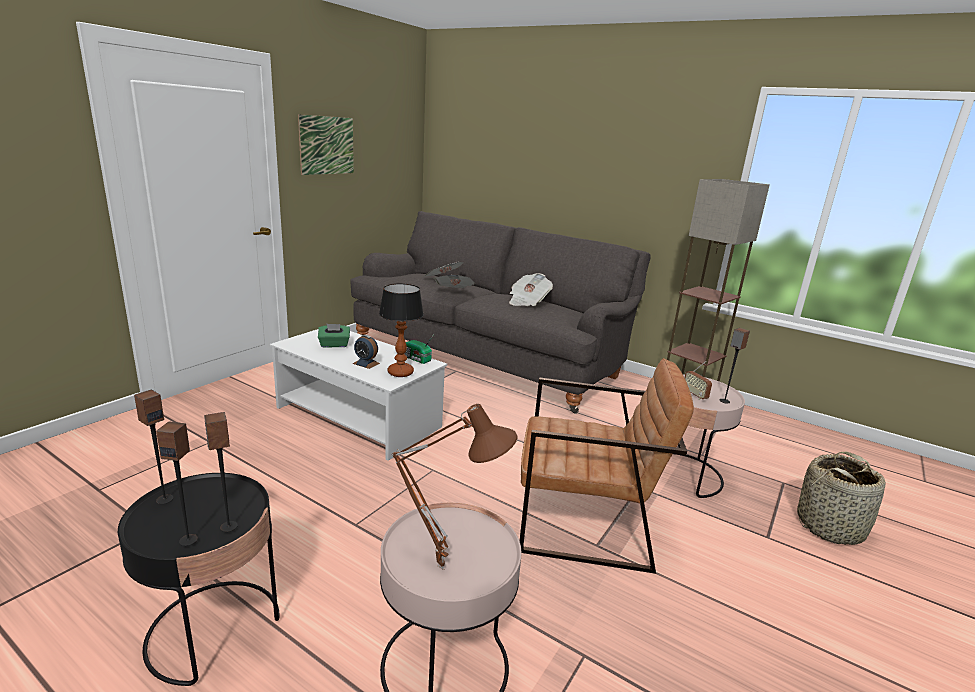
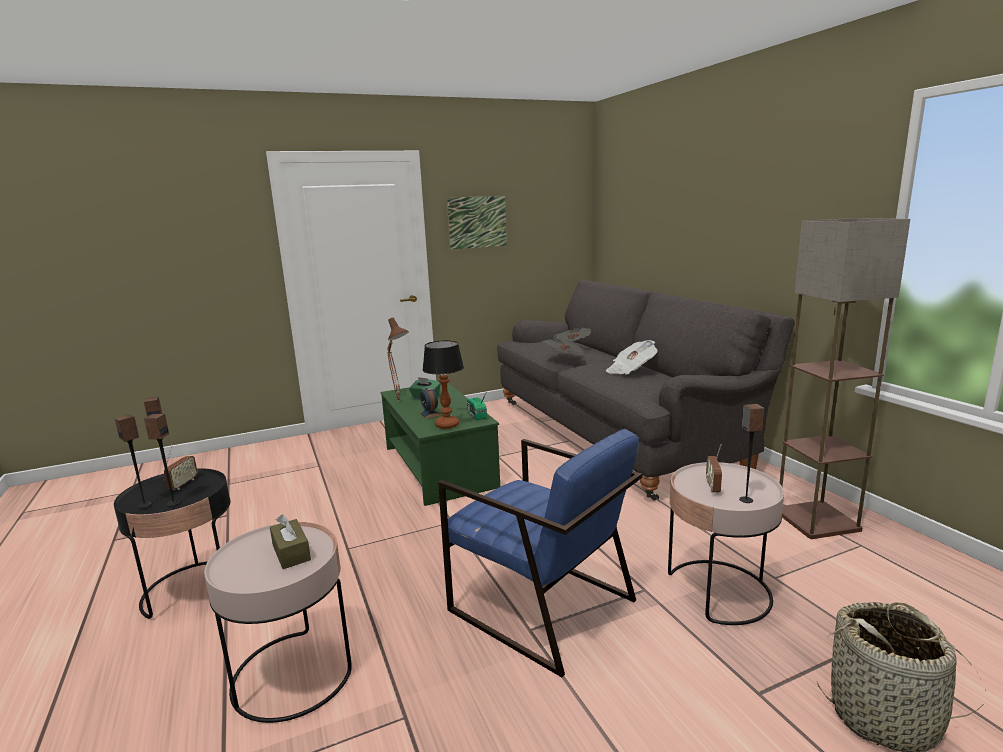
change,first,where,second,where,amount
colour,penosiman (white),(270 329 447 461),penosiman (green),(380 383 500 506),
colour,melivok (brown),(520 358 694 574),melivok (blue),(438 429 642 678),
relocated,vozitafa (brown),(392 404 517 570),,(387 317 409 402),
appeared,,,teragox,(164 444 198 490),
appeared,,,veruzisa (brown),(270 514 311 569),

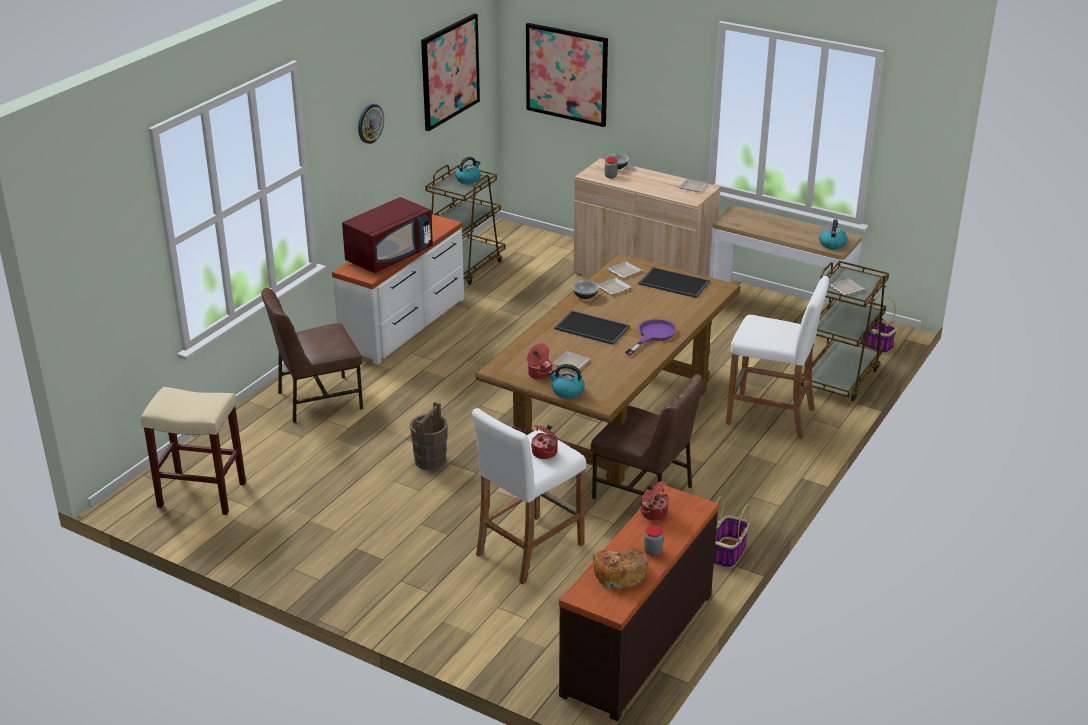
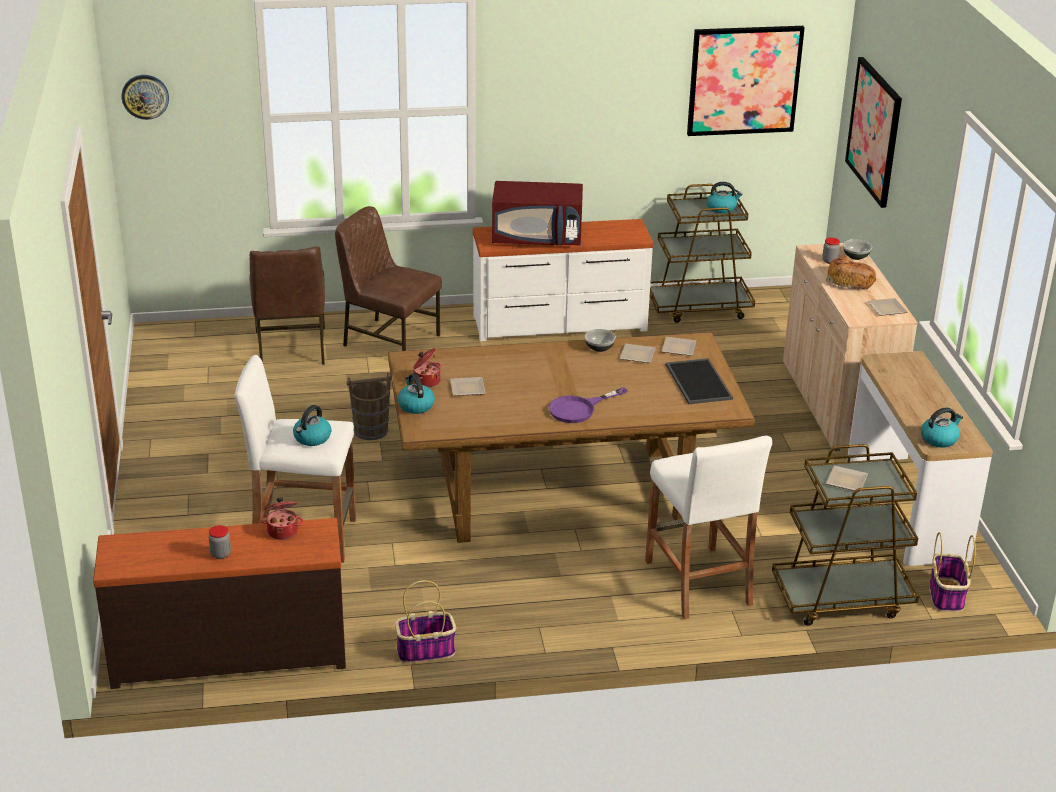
change,first,where,second,where,amount
relocated,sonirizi,(358 104 384 144),,(122 75 169 120),
missing,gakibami,(554 310 630 345),,,
spun,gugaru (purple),(625 319 676 355),,(549 387 628 423),150 degrees clockwise
relocated,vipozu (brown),(591 374 703 499),,(249 246 325 365),
missing,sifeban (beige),(141 387 246 515),,,
exchanged,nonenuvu,(531 425 559 459),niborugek,(293 405 331 446),
relocated,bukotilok,(593 548 648 589),,(826 257 876 289),

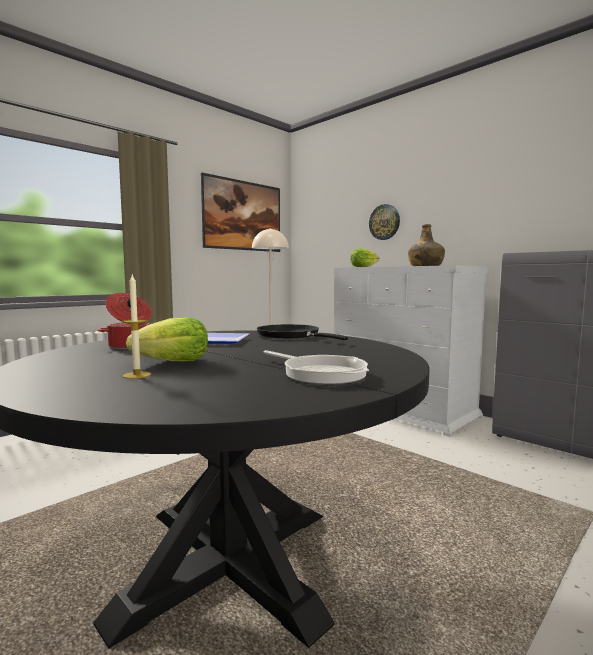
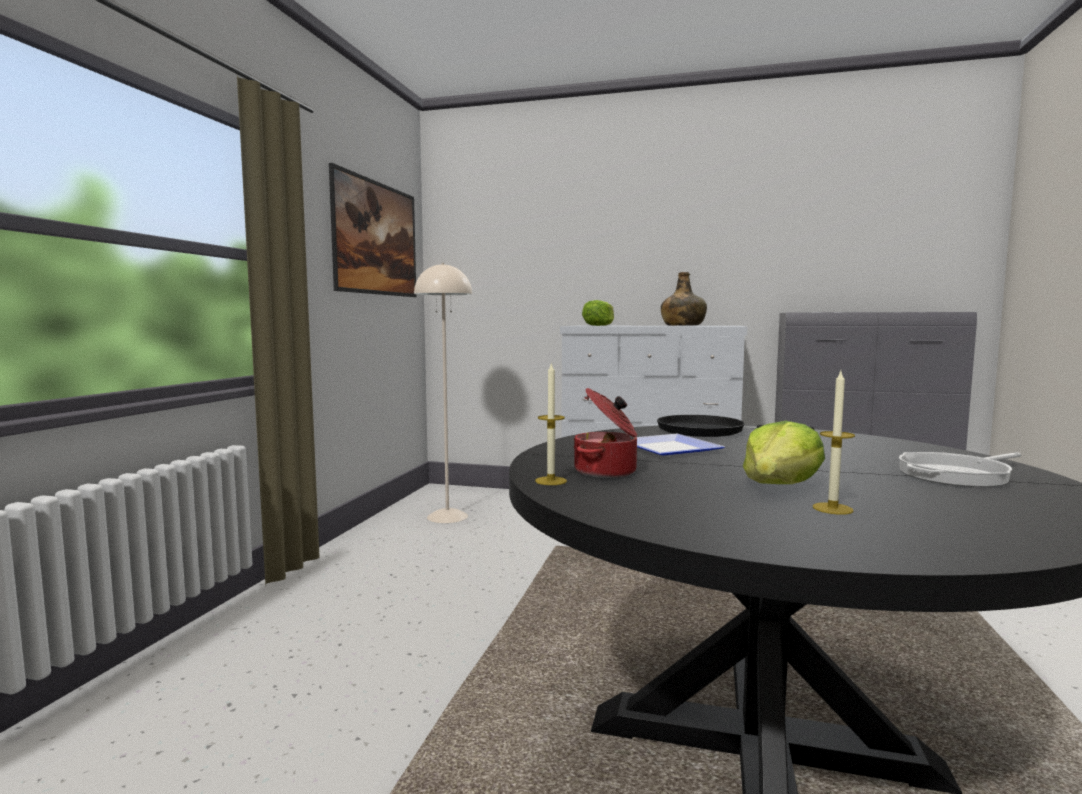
change,first,where,second,where,amount
missing,sonirizi,(369 204 400 240),,,
spun,gugaru,(263 350 369 385),,(899 452 1022 487),135 degrees clockwise
appeared,,,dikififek,(535 362 567 485),

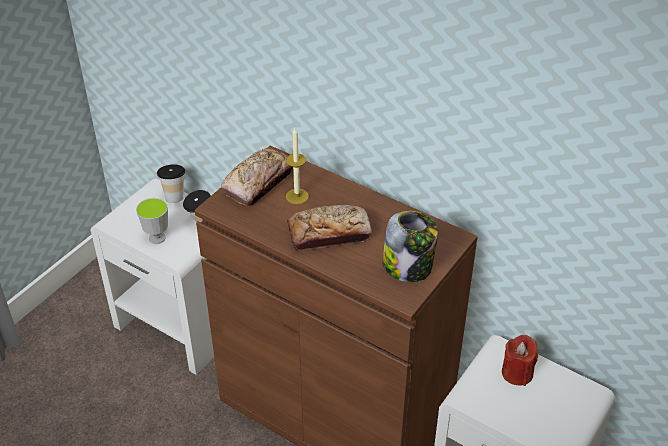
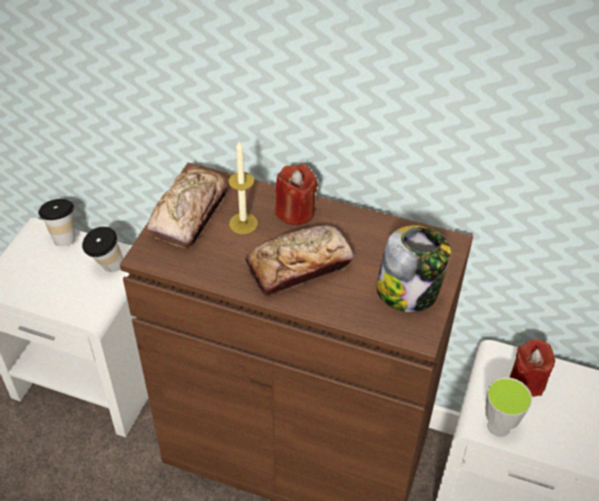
change,first,where,second,where,amount
relocated,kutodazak,(136 198 168 244),,(485 377 532 437),
appeared,,,dikififek (red),(275 164 318 225),

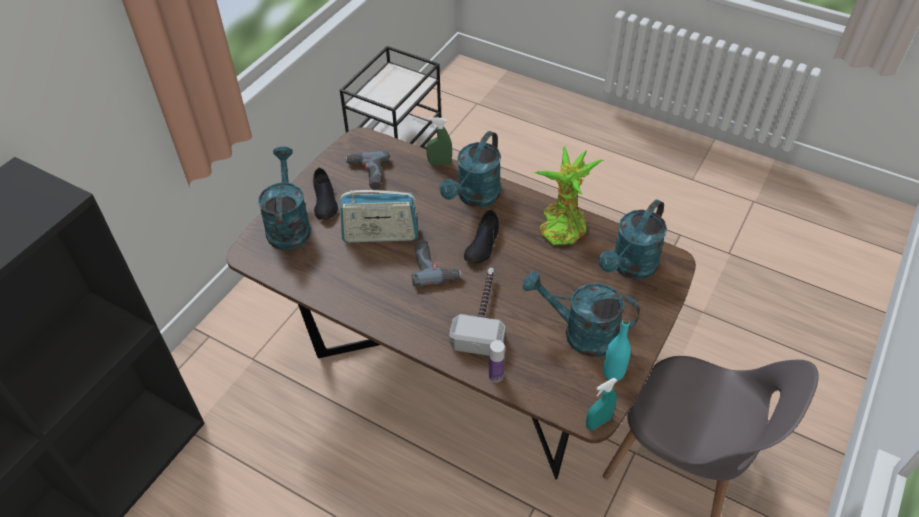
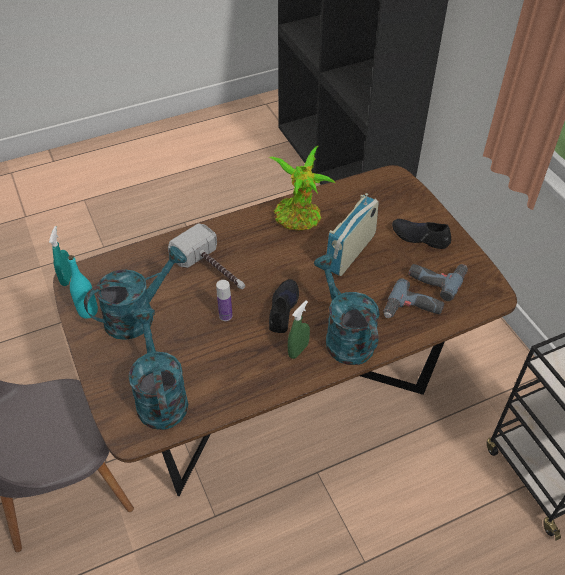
change,first,where,second,where,amount
relocated,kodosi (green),(426 117 452 165),,(288 300 310 359),
missing,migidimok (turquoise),(258 146 311 250),,,
relocated,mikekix,(532 146 604 245),,(269 146 335 231),
spun,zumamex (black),(464 209 499 263),,(269 279 299 333),45 degrees clockwise
relocated,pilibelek,(411 240 462 287),,(383 278 444 318),
relocated,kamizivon,(489 340 505 383),,(216 280 233 321),

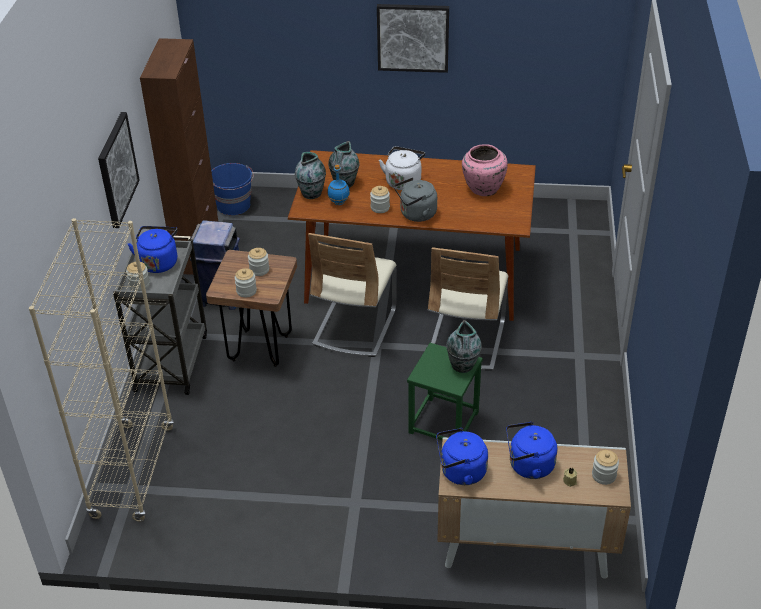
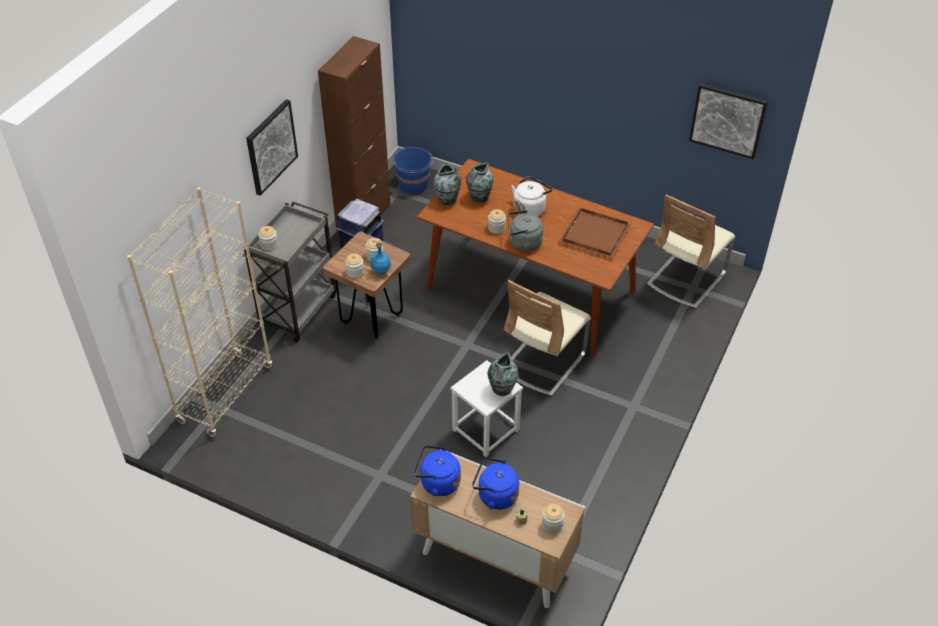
change,first,where,second,where,amount
relocated,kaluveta,(377 4 449 73),,(689 83 768 159),
exchanged,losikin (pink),(462 144 508 196),gakibami (brown),(559 208 632 259),
relocated,kamizivon (blue),(327 165 350 205),,(370 241 391 275),
missing,niborugek (blue),(128 226 178 273),,,
relocated,vipozu (beige),(308 233 396 357),,(647 194 735 309),
colour,sifeban (green),(407 343 483 440),sifeban (white),(451 360 523 457),

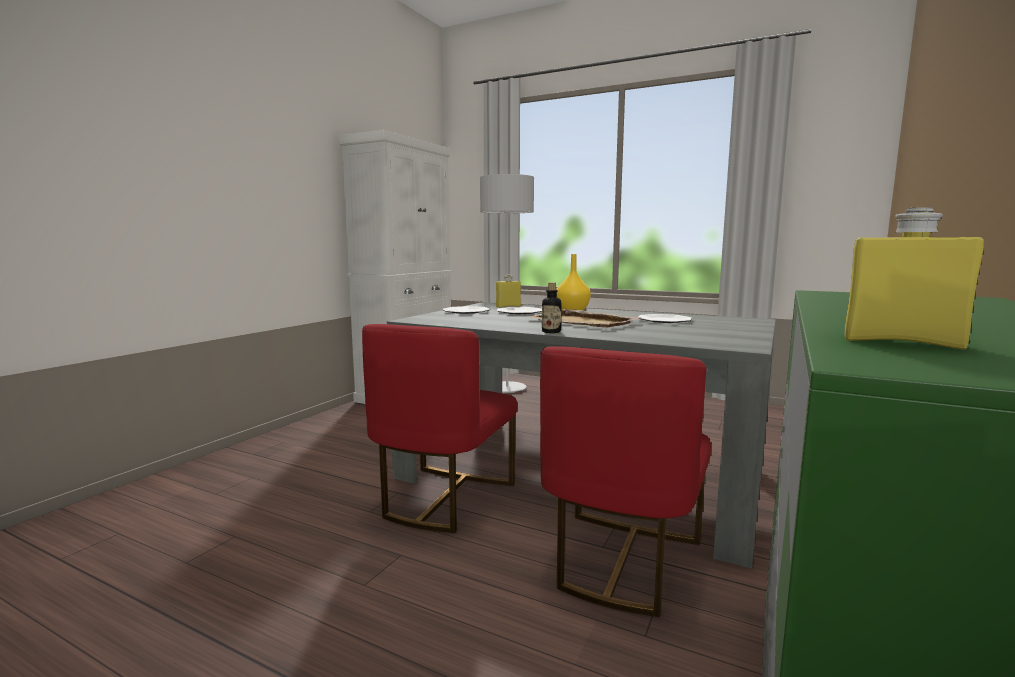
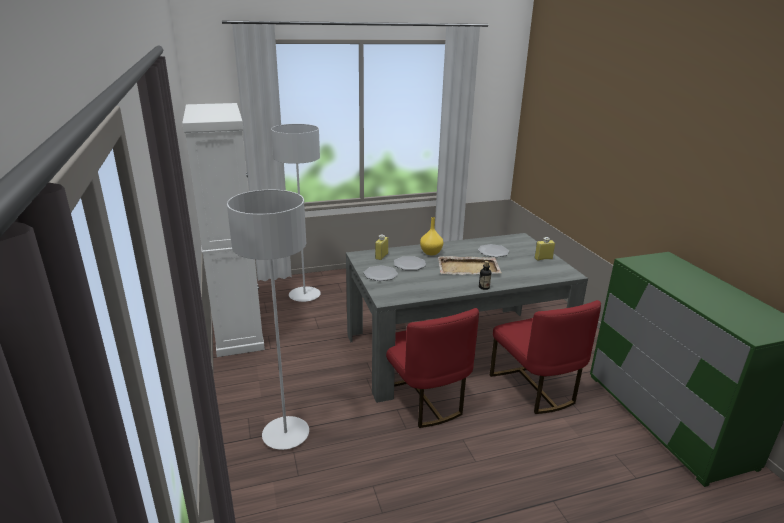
change,first,where,second,where,amount
relocated,kamizivon (yellow),(844 207 984 349),,(535 237 555 261),
appeared,,,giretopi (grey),(227 190 309 450),

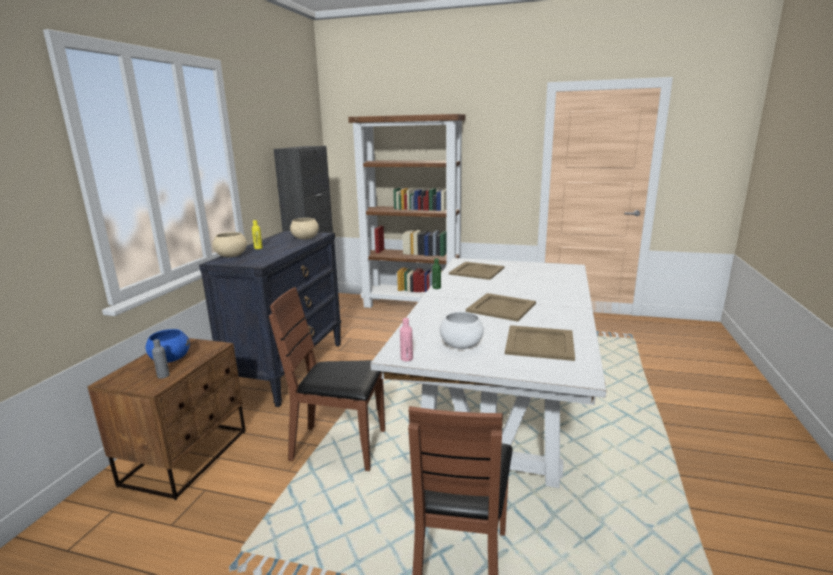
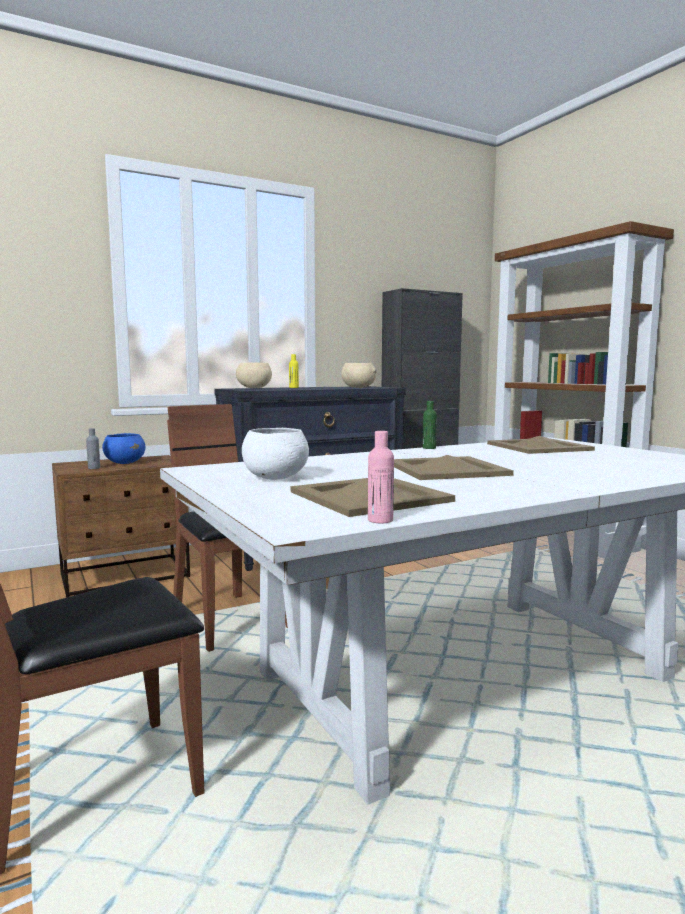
change,first,where,second,where,amount
relocated,kamizivon (pink),(400 318 413 361),,(368 431 394 523),

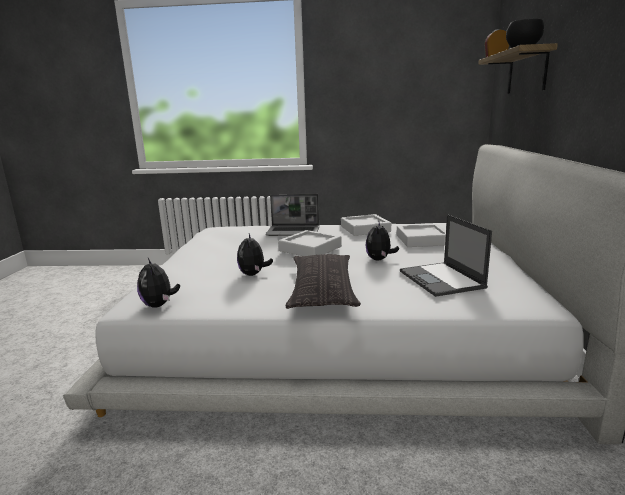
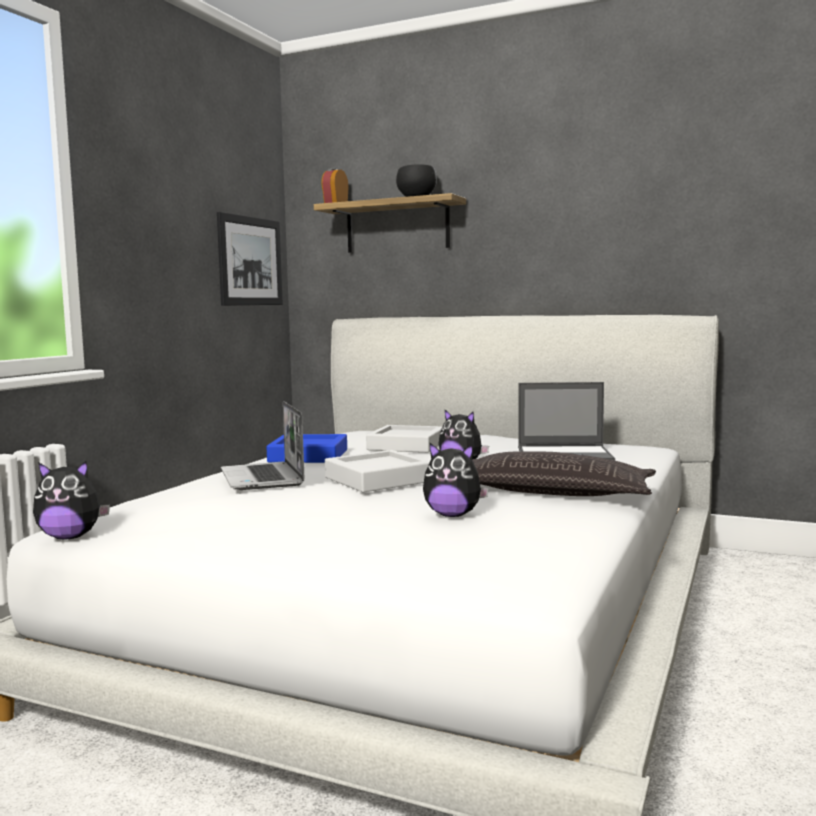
change,first,where,second,where,amount
spun,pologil,(266 194 319 236),,(221 401 304 490),135 degrees clockwise
colour,gakibami (grey),(341 214 391 236),gakibami (blue),(267 434 347 463),
relocated,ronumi,(137 258 180 308),,(33 461 110 540),
appeared,,,kaluveta,(217 212 283 306),

